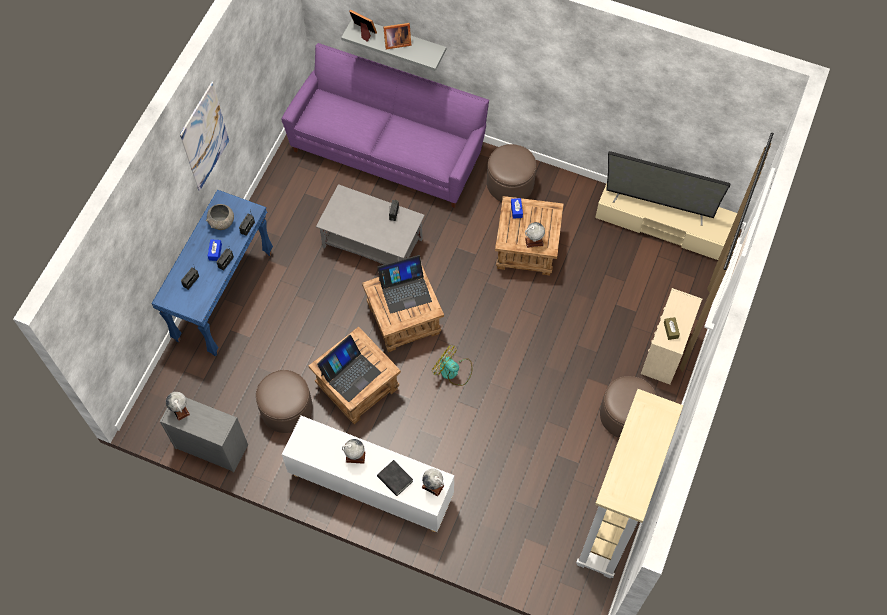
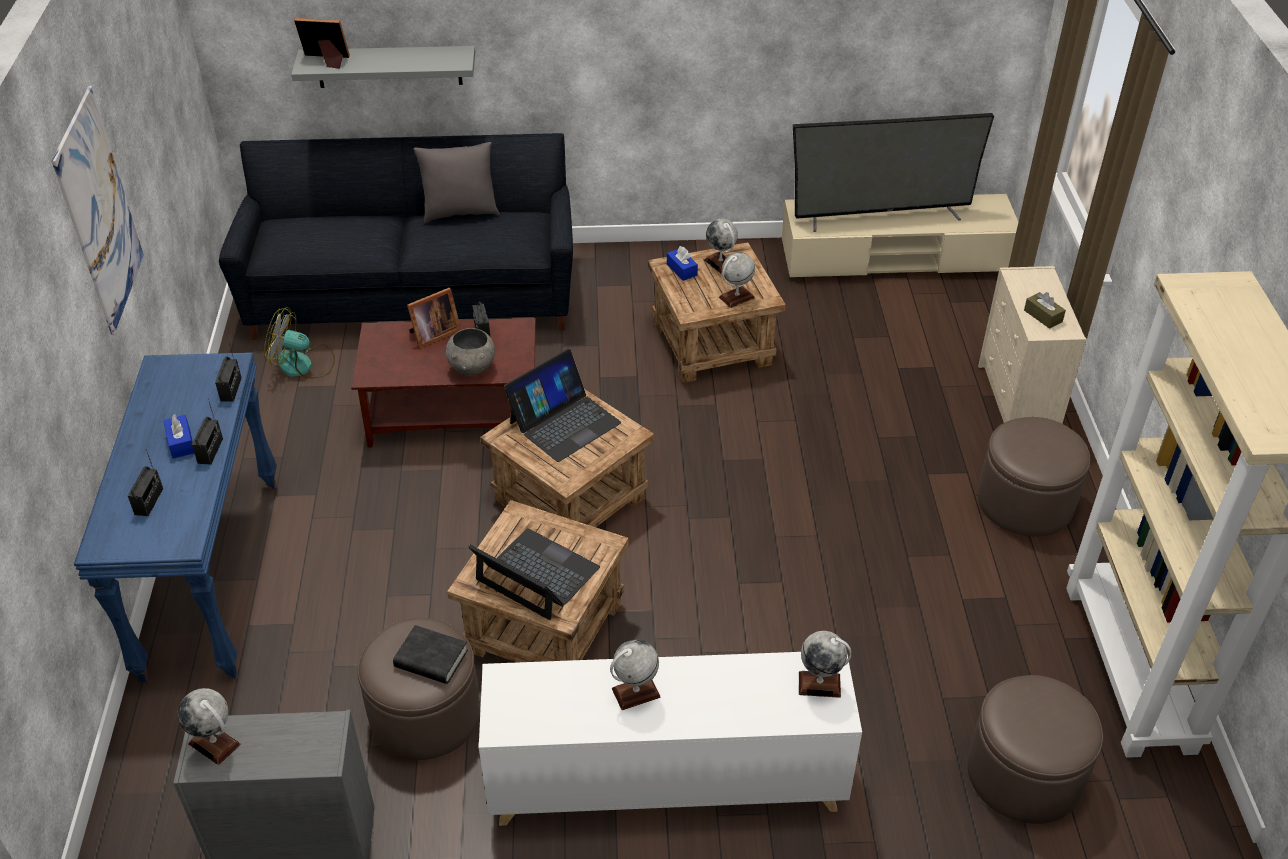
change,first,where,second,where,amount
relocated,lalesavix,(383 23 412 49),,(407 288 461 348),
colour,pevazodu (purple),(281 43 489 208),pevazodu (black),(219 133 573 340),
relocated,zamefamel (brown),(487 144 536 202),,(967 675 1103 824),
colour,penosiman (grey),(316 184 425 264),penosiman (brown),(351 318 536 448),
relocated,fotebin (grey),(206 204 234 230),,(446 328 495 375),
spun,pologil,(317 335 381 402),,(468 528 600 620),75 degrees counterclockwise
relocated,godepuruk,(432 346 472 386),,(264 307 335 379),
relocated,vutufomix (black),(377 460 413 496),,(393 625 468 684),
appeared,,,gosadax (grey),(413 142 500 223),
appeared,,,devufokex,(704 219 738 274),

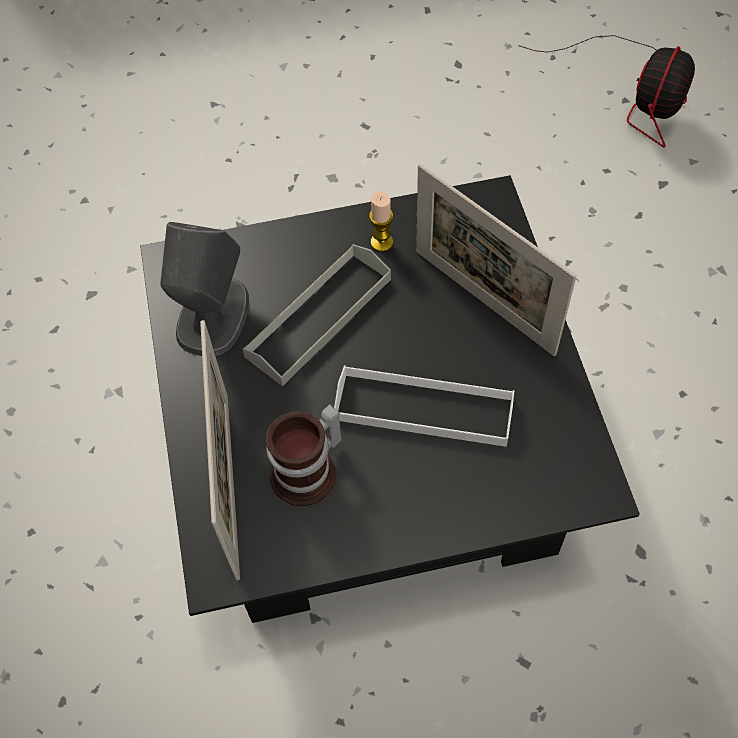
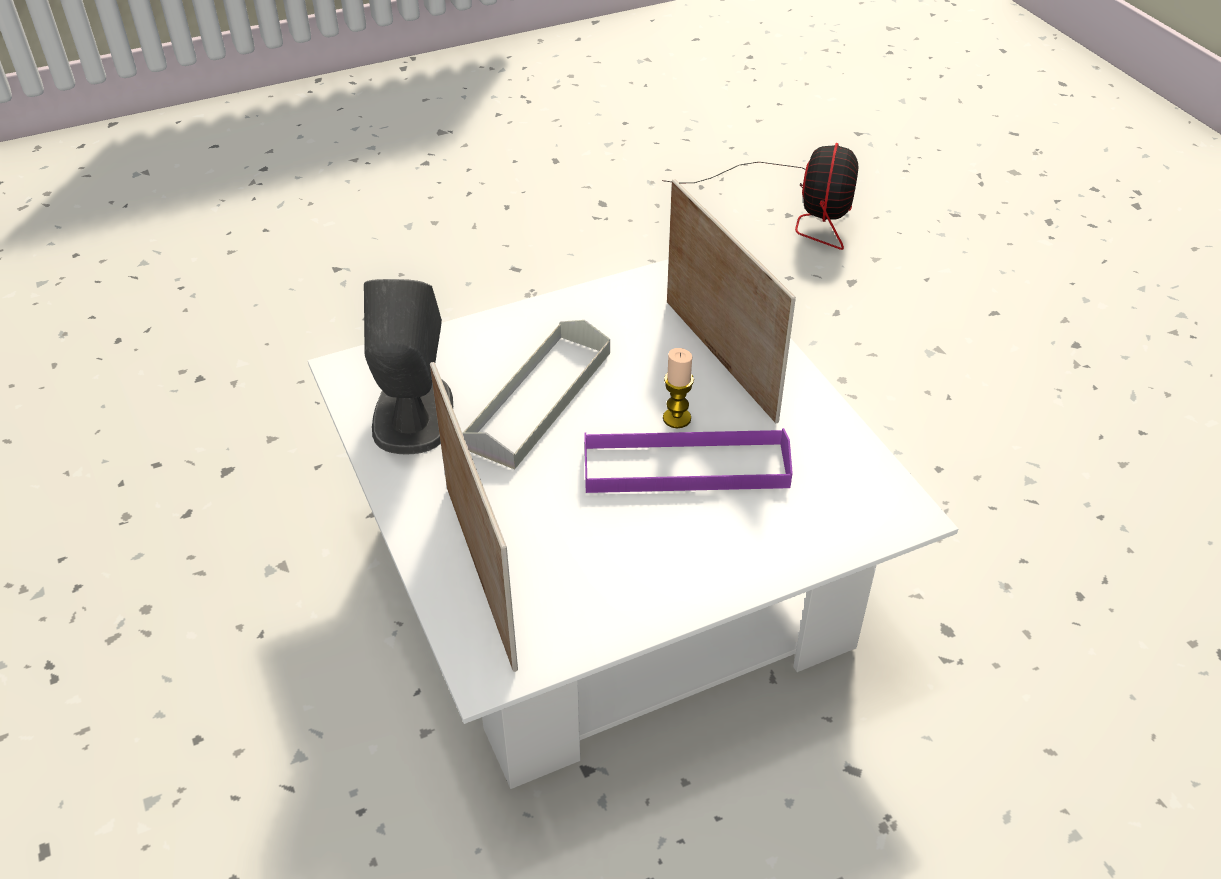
change,first,where,second,where,amount
spun,lalesavix,(416 164 577 356),,(667 179 796 423),150 degrees counterclockwise
colour,penosiman (black),(140 175 640 623),penosiman (white),(308 259 958 789),
relocated,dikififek,(369 192 393 252),,(663 348 694 428),
colour,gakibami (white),(334 365 514 447),gakibami (purple),(584 428 793 493),
missing,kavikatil,(266 405 342 507),,,

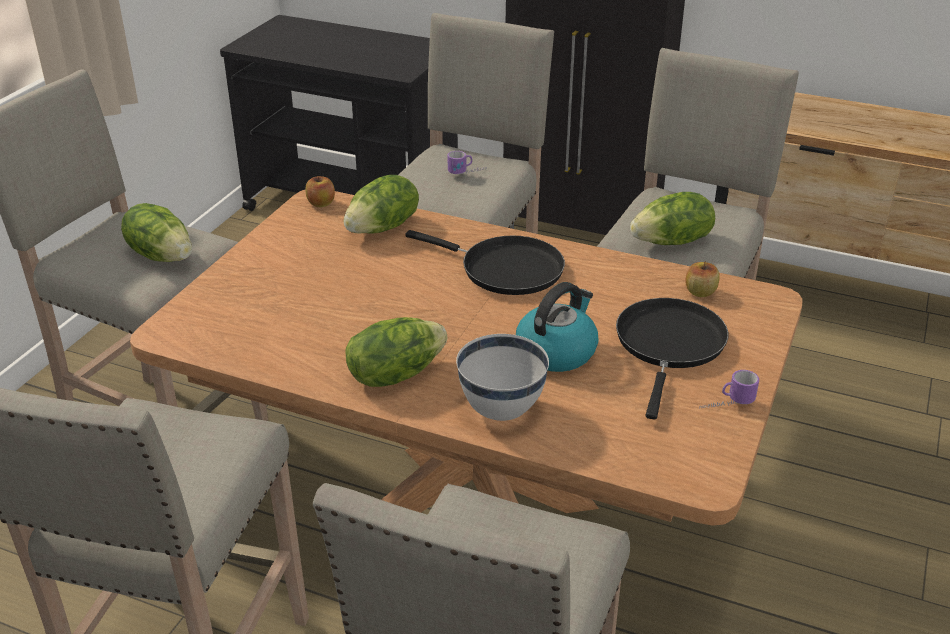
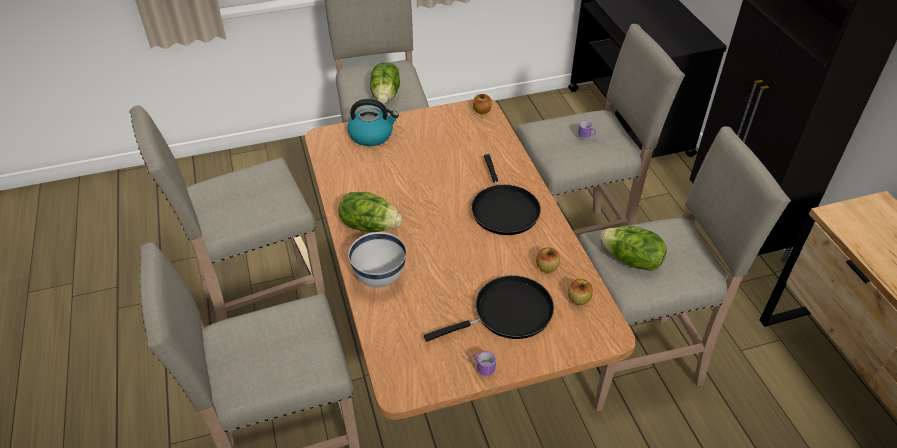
change,first,where,second,where,amount
missing,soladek,(344 175 419 234),,,
relocated,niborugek,(516 282 598 372),,(347 99 399 146),
appeared,,,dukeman,(536 247 560 273),

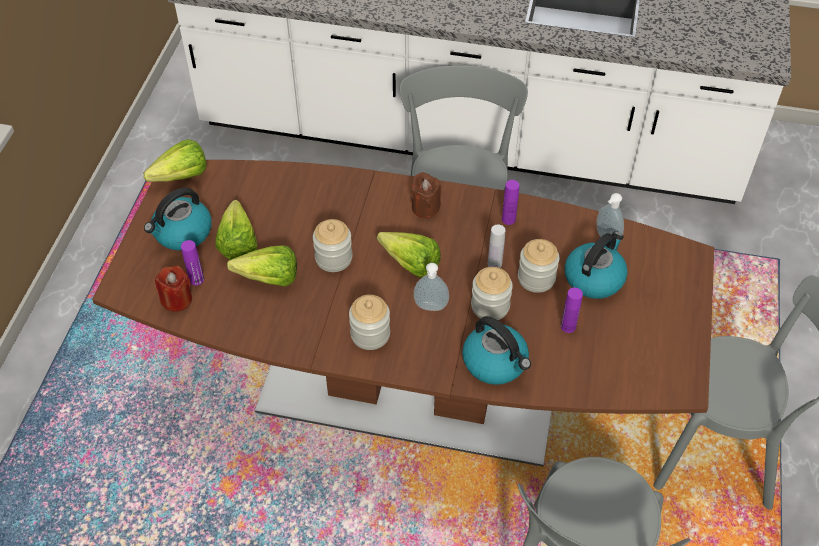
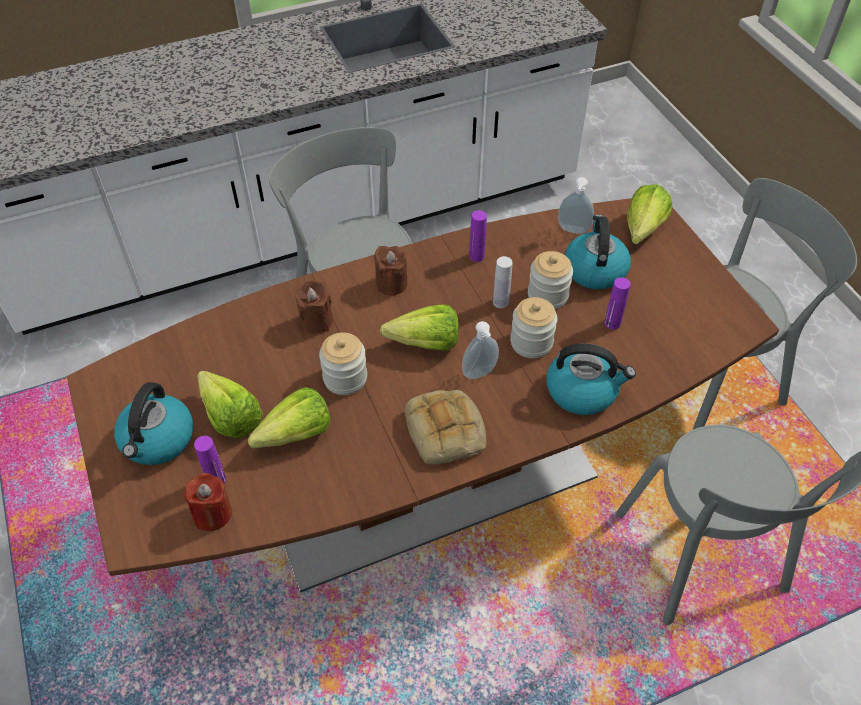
change,first,where,second,where,amount
relocated,soladek,(143 139 206 182),,(627 184 672 244),
exchanged,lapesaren,(349 295 390 350),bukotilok,(405 390 487 464),
appeared,,,dikififek (brown),(295 280 333 334),

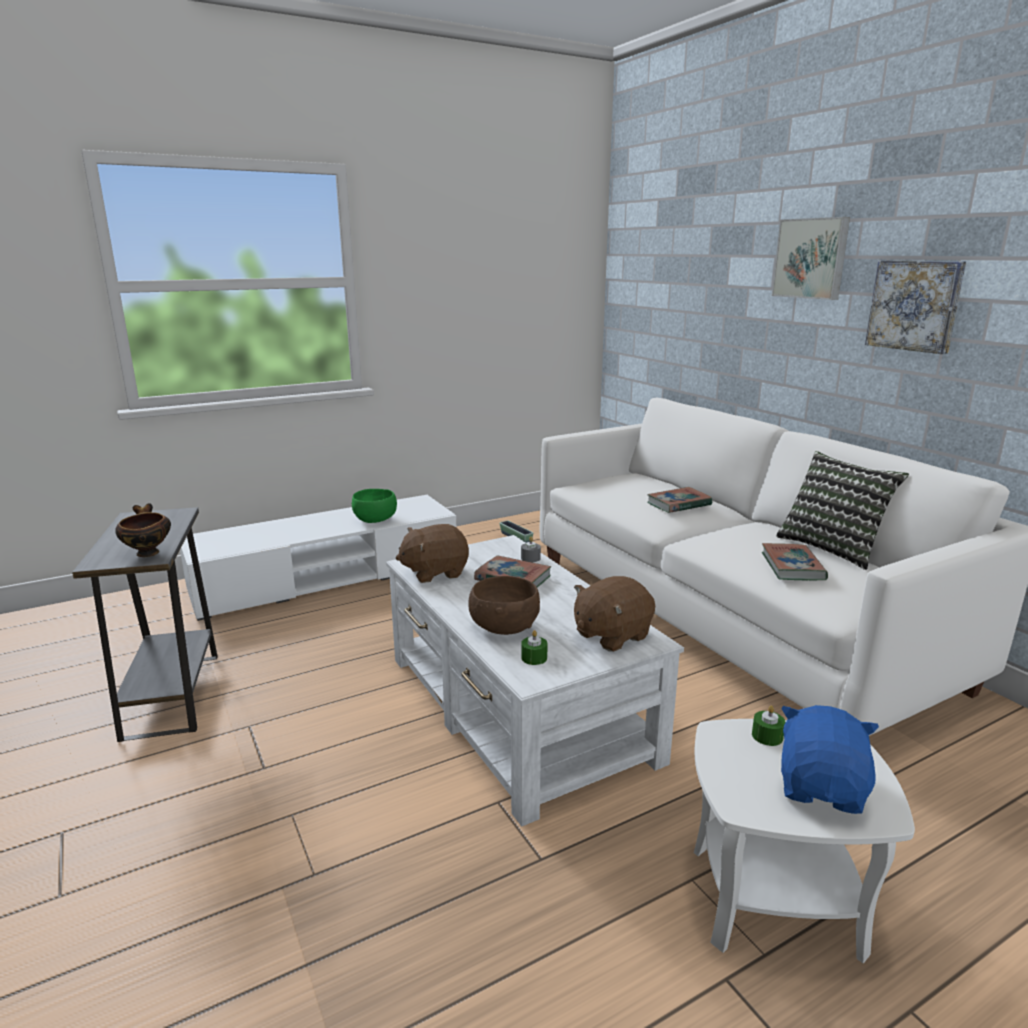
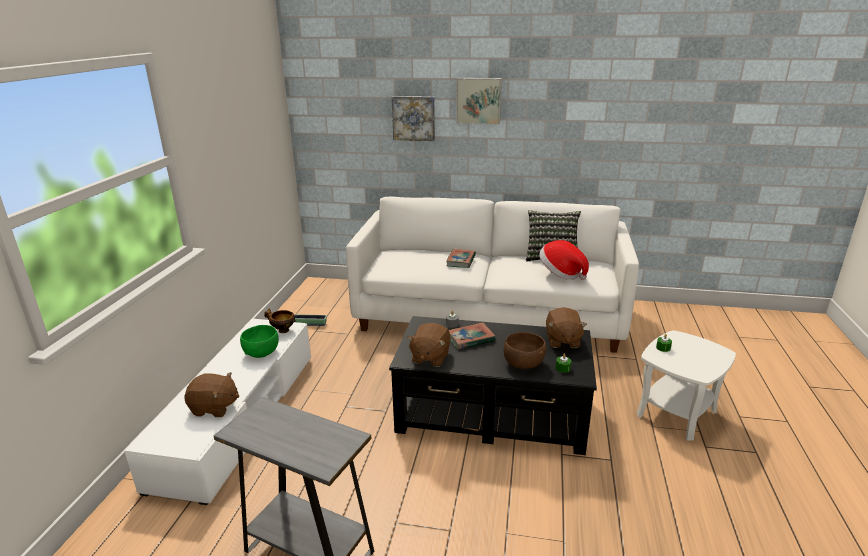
change,first,where,second,where,amount
relocated,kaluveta,(865 260 966 354),,(392 96 435 141),
relocated,fotebin,(115 503 171 557),,(264 308 296 333),
colour,penosiman (white),(386 535 684 827),penosiman (black),(389 316 597 455),
exchanged,vutufomix,(762 543 828 580),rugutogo,(540 240 589 280),
missing,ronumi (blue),(781 705 879 814),,,
appeared,,,ronumi (brown),(185 372 239 417),

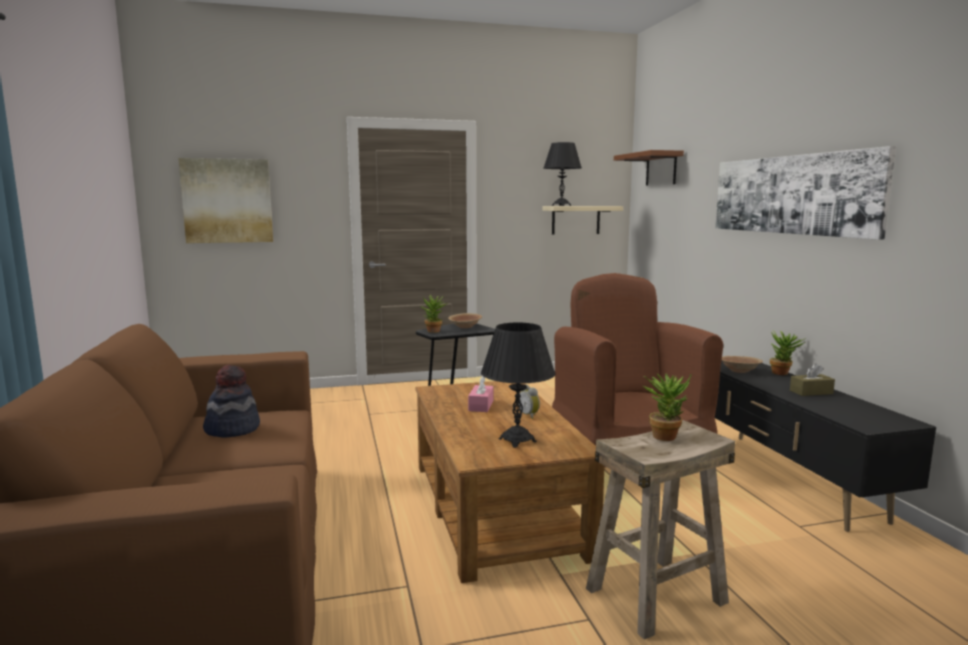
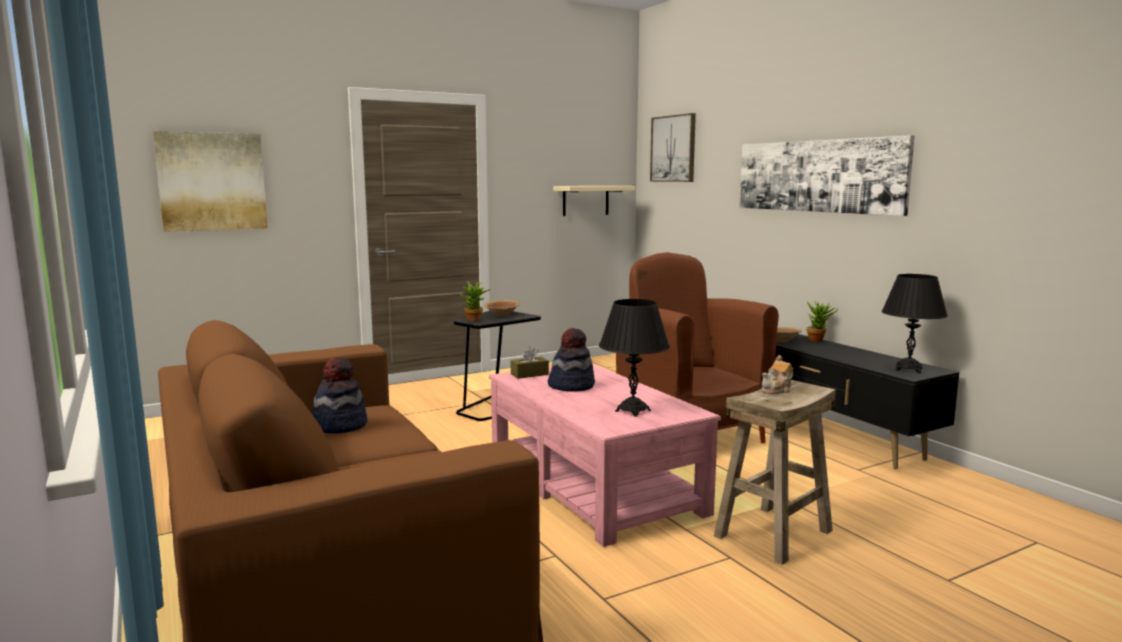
change,first,where,second,where,amount
relocated,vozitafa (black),(543 142 582 206),,(881 274 948 373),
exchanged,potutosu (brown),(614 150 684 185),kaluveta,(650 113 696 182),
relocated,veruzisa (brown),(790 363 835 396),,(511 346 549 379),
exchanged,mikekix,(643 373 691 441),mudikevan,(761 355 793 394),
exchanged,veruzisa (pink),(468 376 494 412),rugutogo,(548 328 595 392),
colour,penosiman (brown),(415 381 605 583),penosiman (pink),(489 364 721 547),
missing,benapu,(518 384 540 419),,,

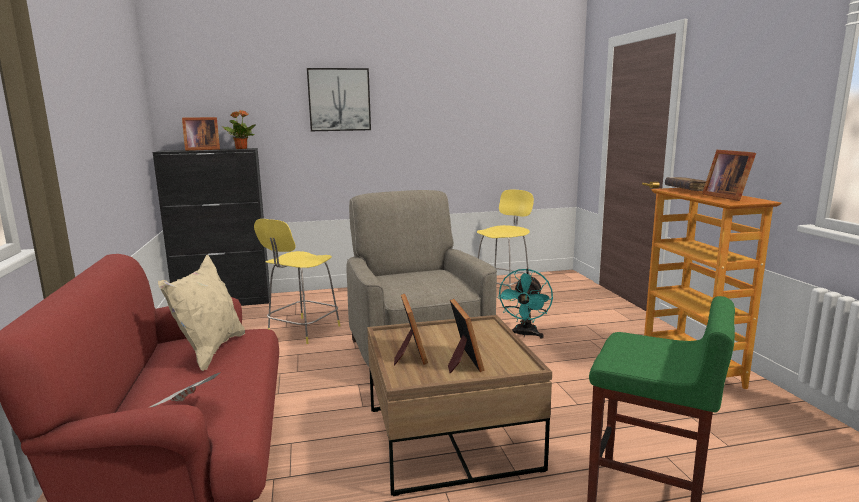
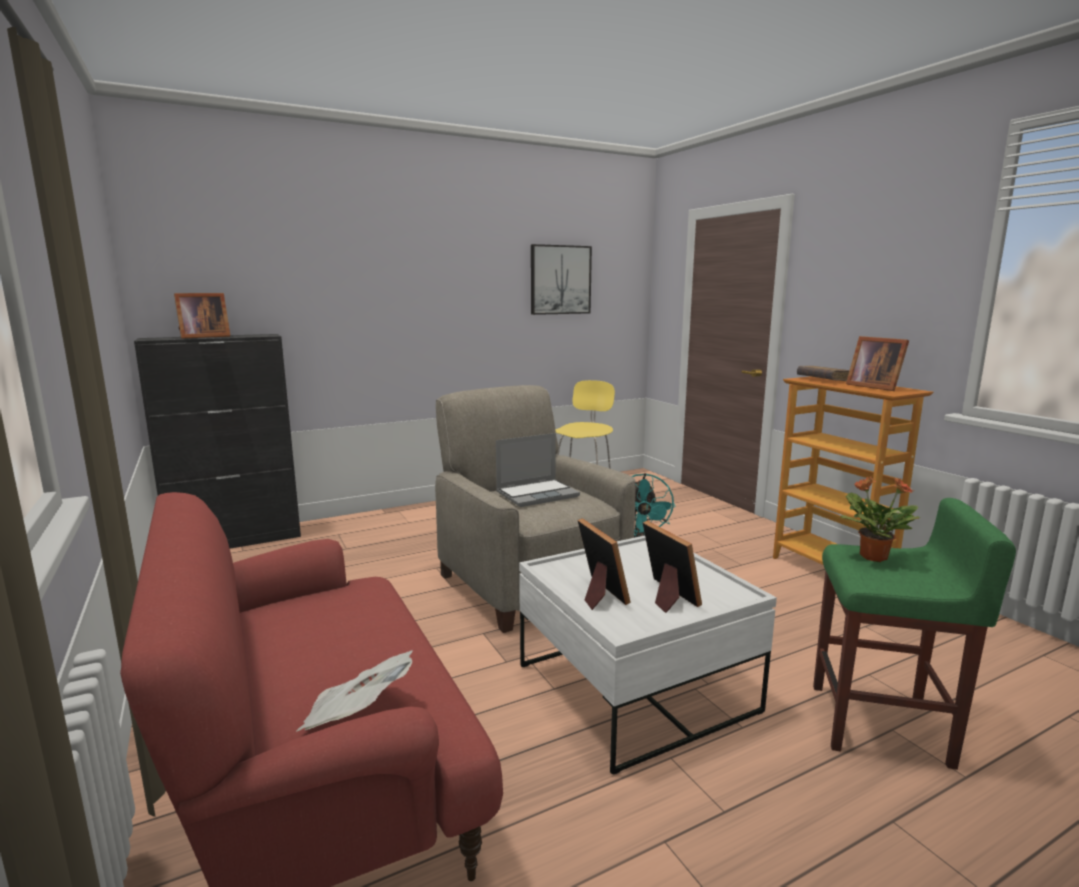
change,first,where,second,where,amount
relocated,kaluveta,(307 68 371 131),,(531 244 592 315),
relocated,mikekix,(221 110 256 149),,(840 476 920 562),
missing,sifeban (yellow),(254 219 340 344),,,
missing,gosadax (beige),(158 255 245 371),,,
colour,penosiman (brown),(367 315 552 496),penosiman (white),(519 535 777 775),
appeared,,,pologil,(496 433 580 507),

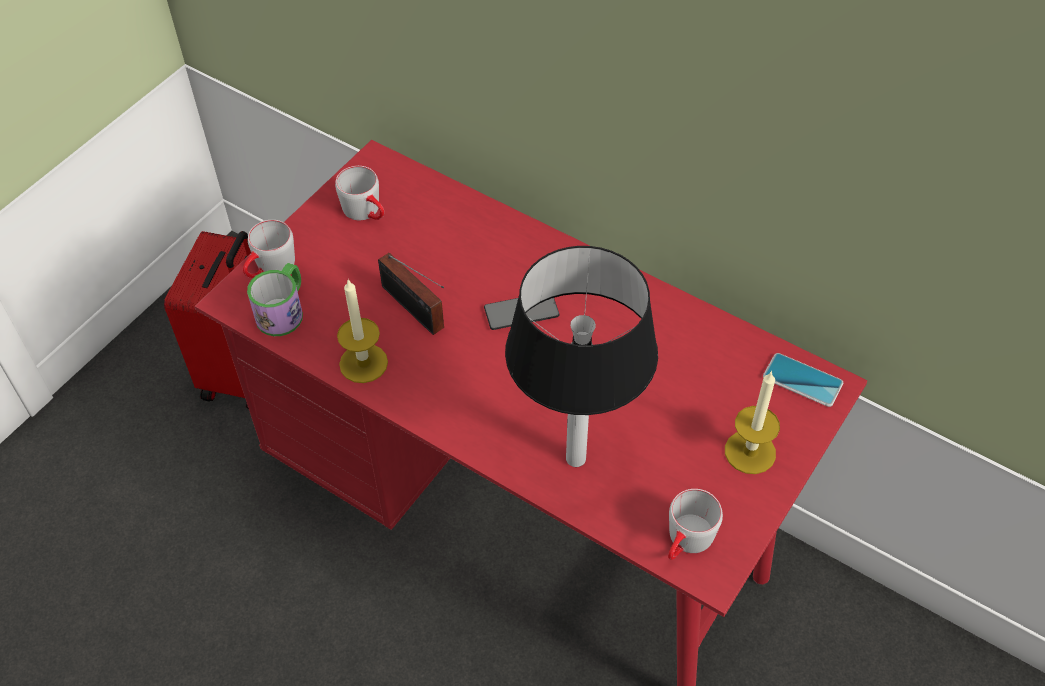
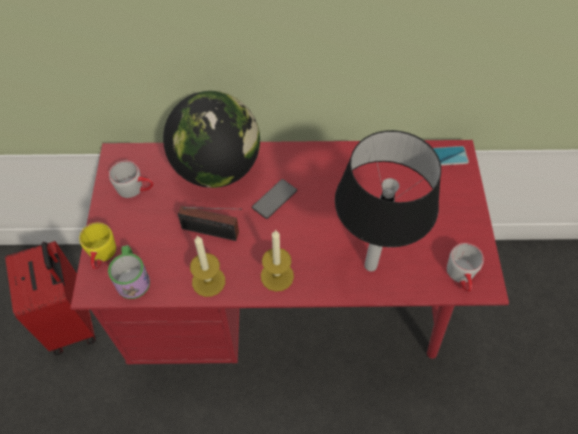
change,first,where,second,where,amount
colour,kavikatil (grey),(243 220 295 278),kavikatil (yellow),(79 222 116 270),
relocated,dikififek,(725 371 780 474),,(261 230 294 291),
appeared,,,devufokex,(163 91 260 188),

